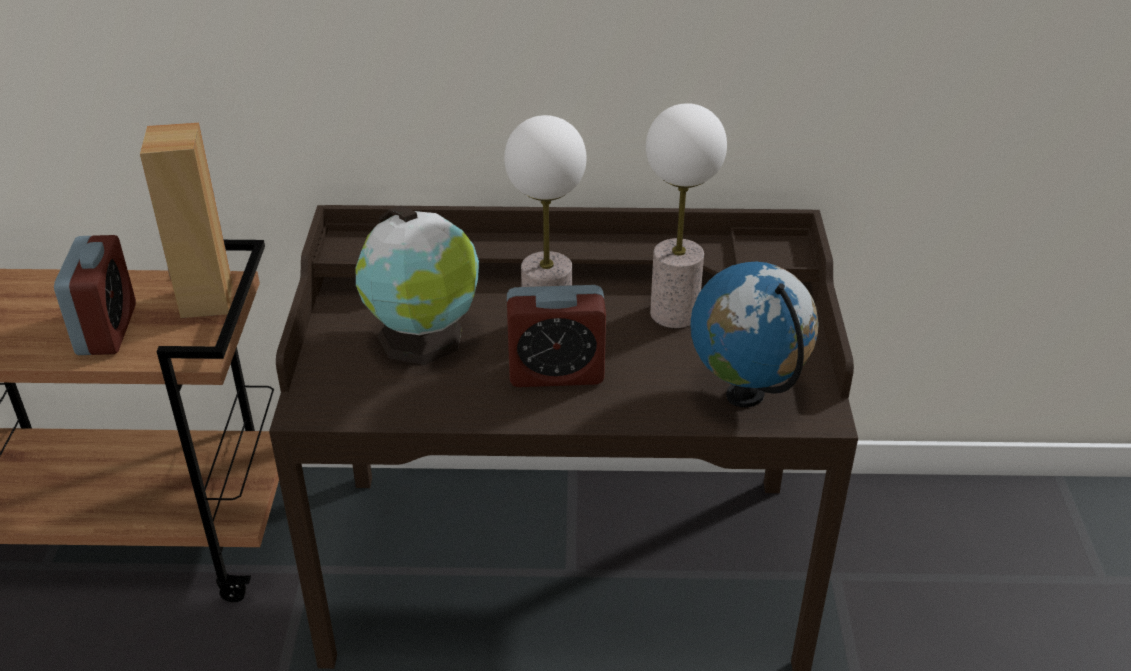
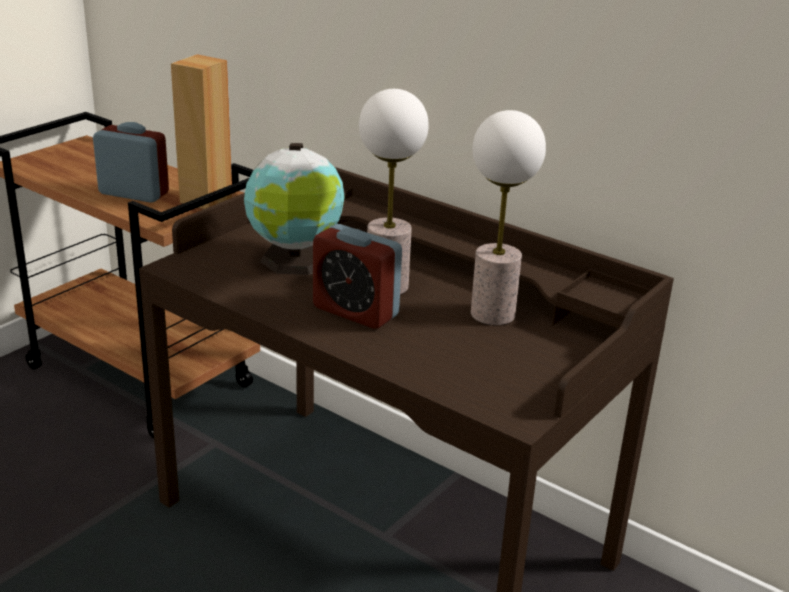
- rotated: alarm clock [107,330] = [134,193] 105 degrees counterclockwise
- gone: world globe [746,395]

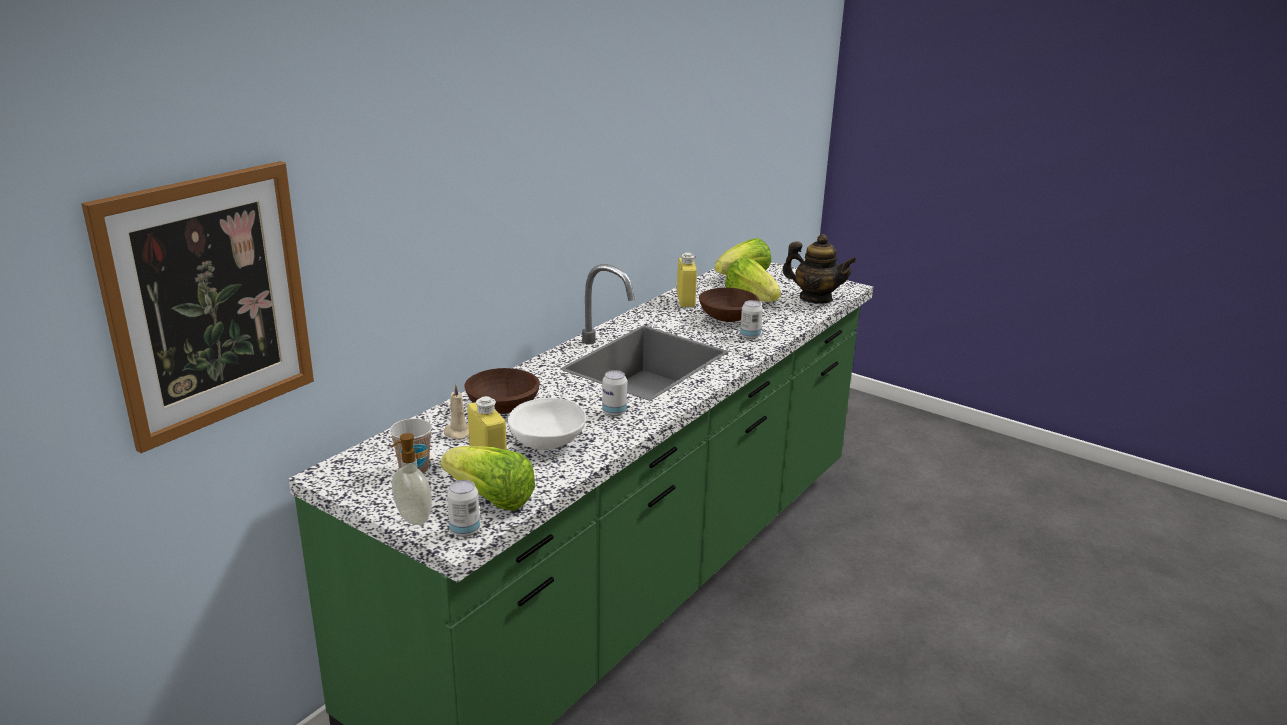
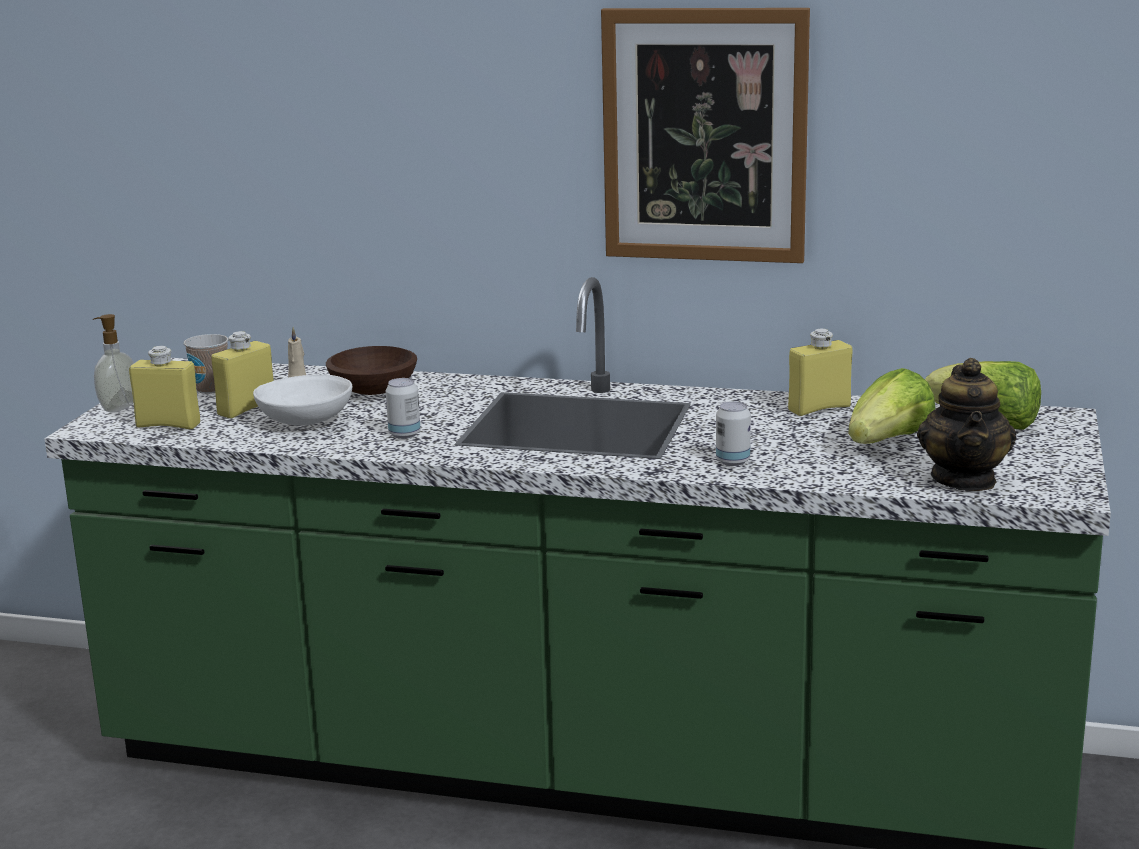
- shifted: wall picture [209,302] to [704,136]
- gone: deep dish/brown [727,318]
- swapped: head of lettuce [491,499] to drink bottle/yellow-coloured [168,425]
- gone: metal can [464,530]

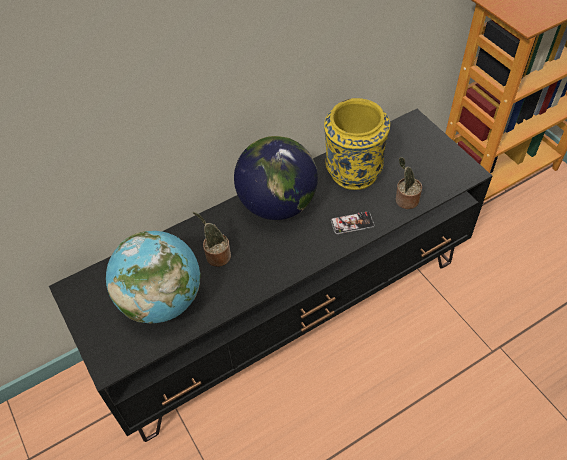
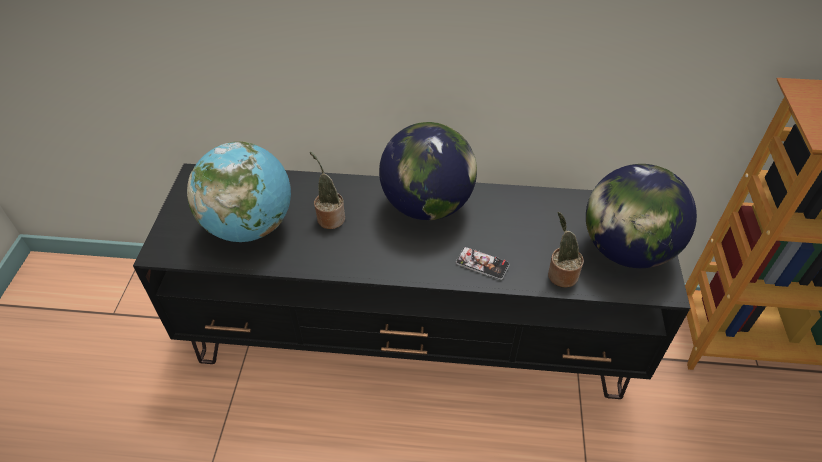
- gone: flower vase/yellow-coloured [352,172]
- new: world globe [626,250]

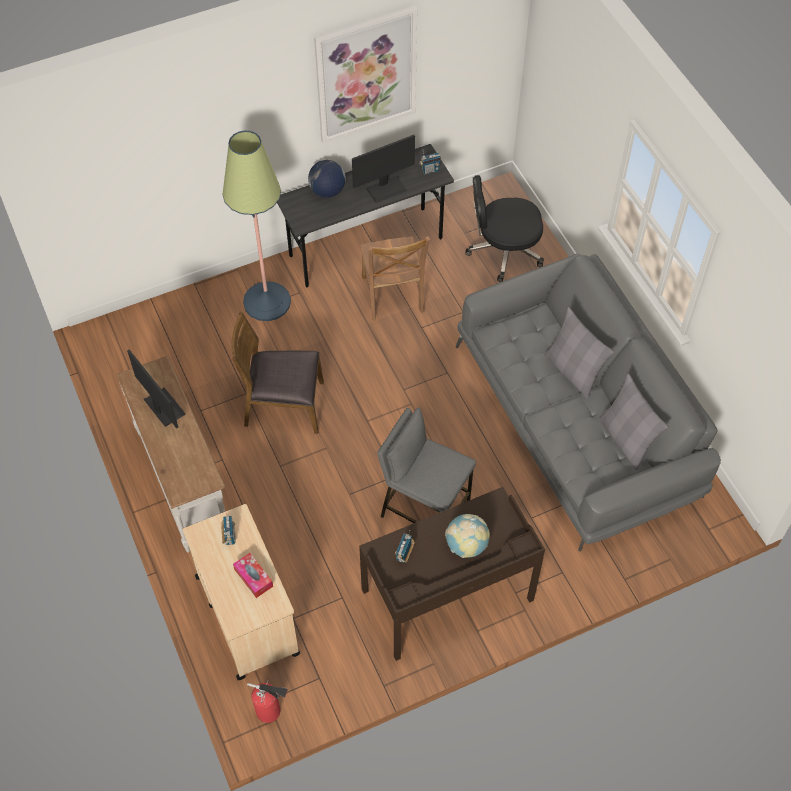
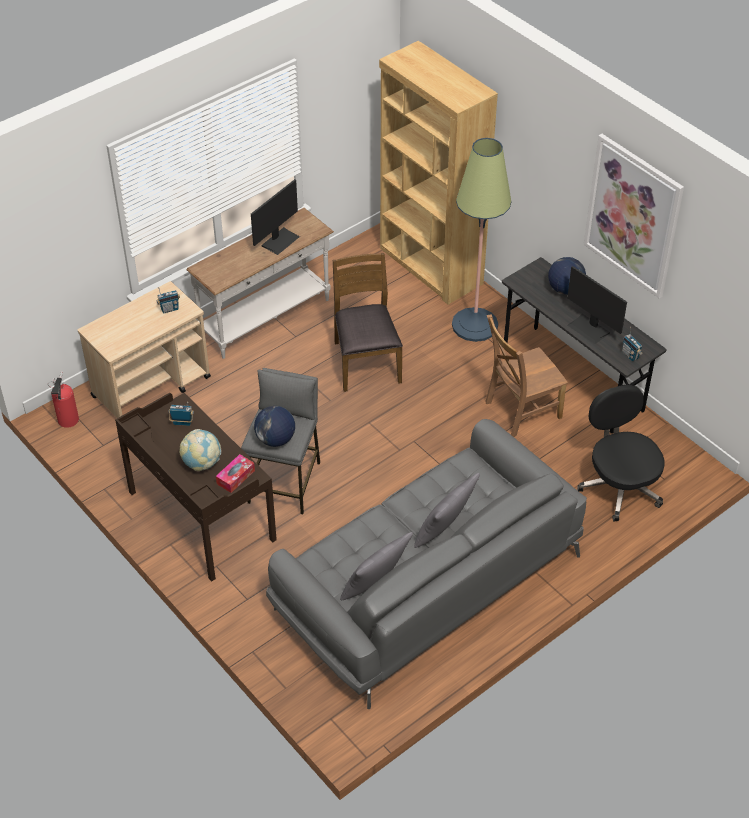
- shifted: tissue box [253,578] to [235,477]
- new: bookcase/brown [430,266]
- new: world globe [275,439]

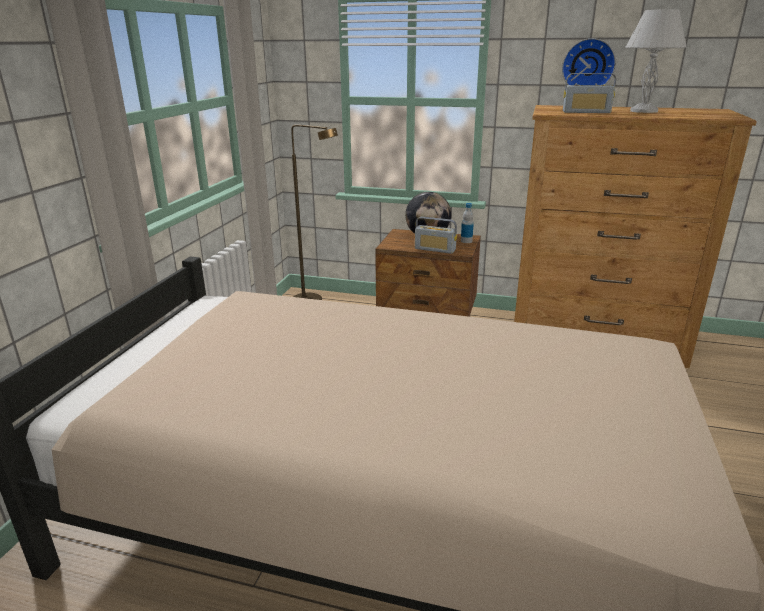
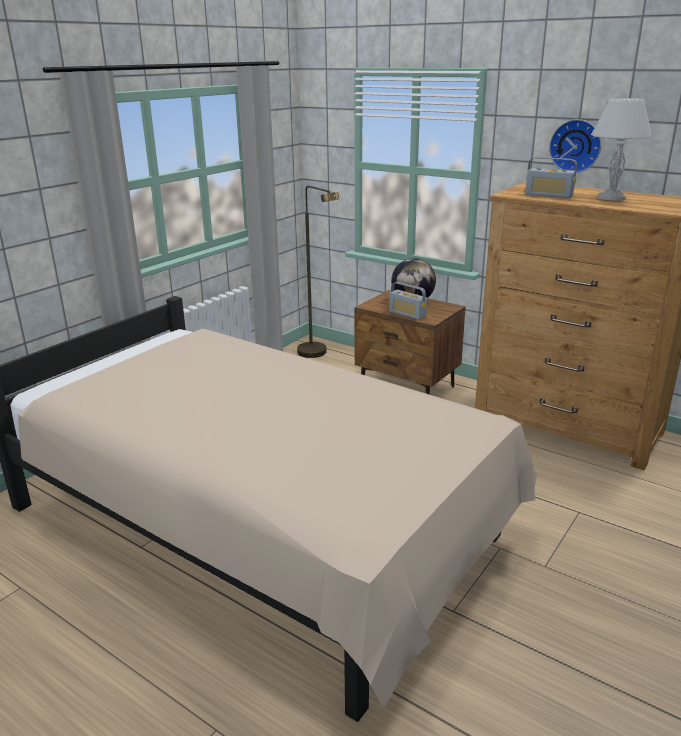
- gone: drink bottle [466,241]

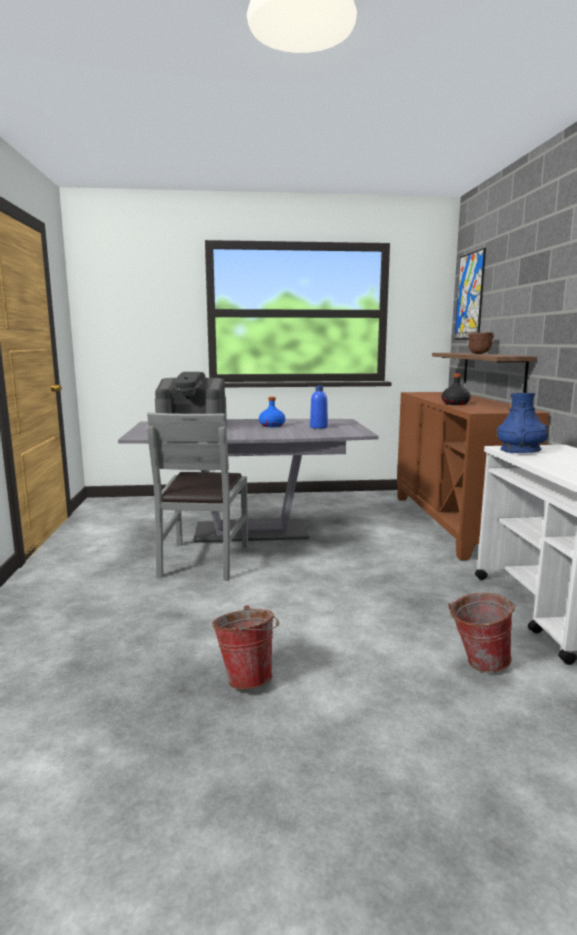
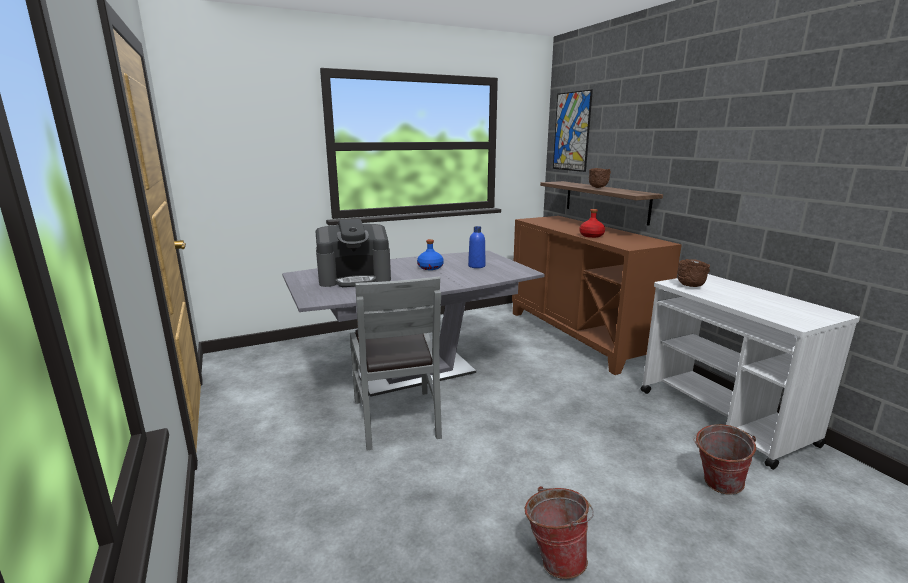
- repainted: drink bottle/black-coloured [455,404] to drink bottle/reddish [591,236]
- swapped: flower vase/blue-coloured [520,450] to deep dish/brown [689,286]

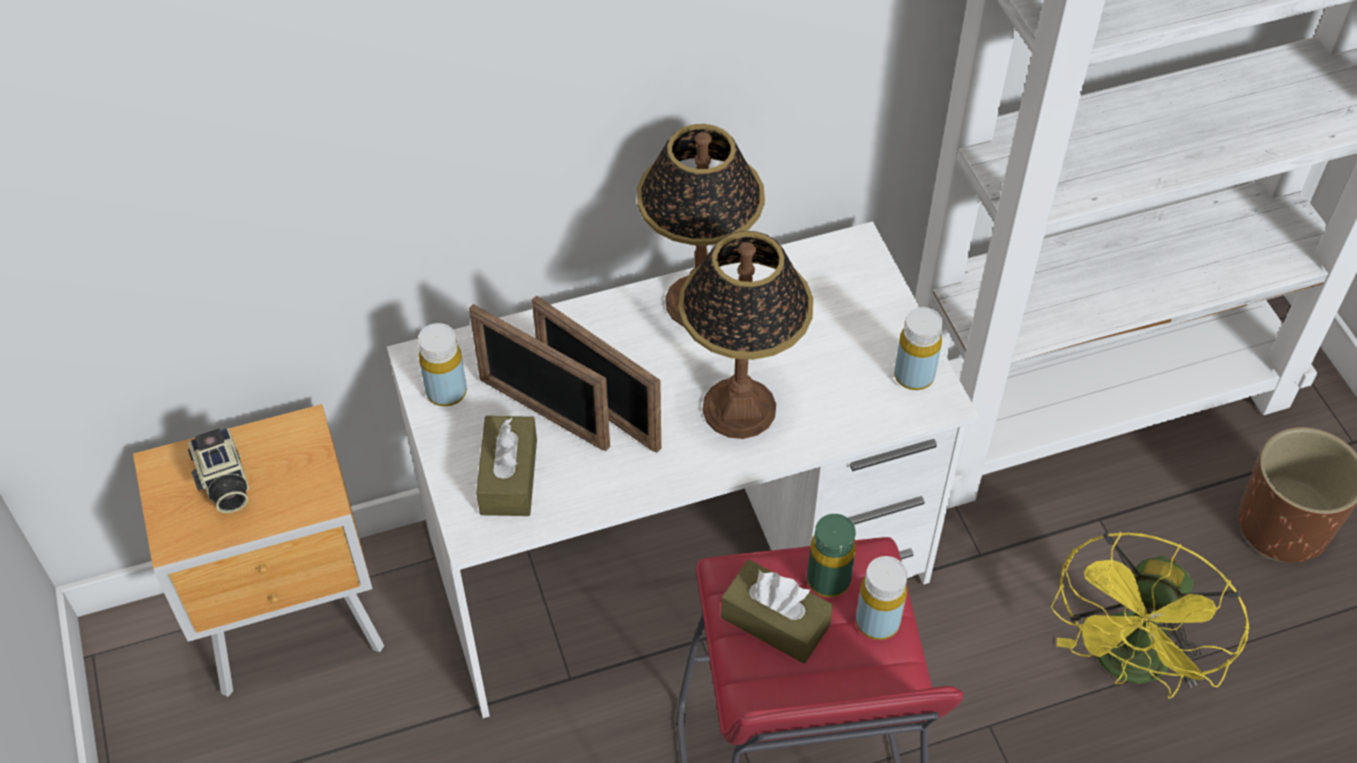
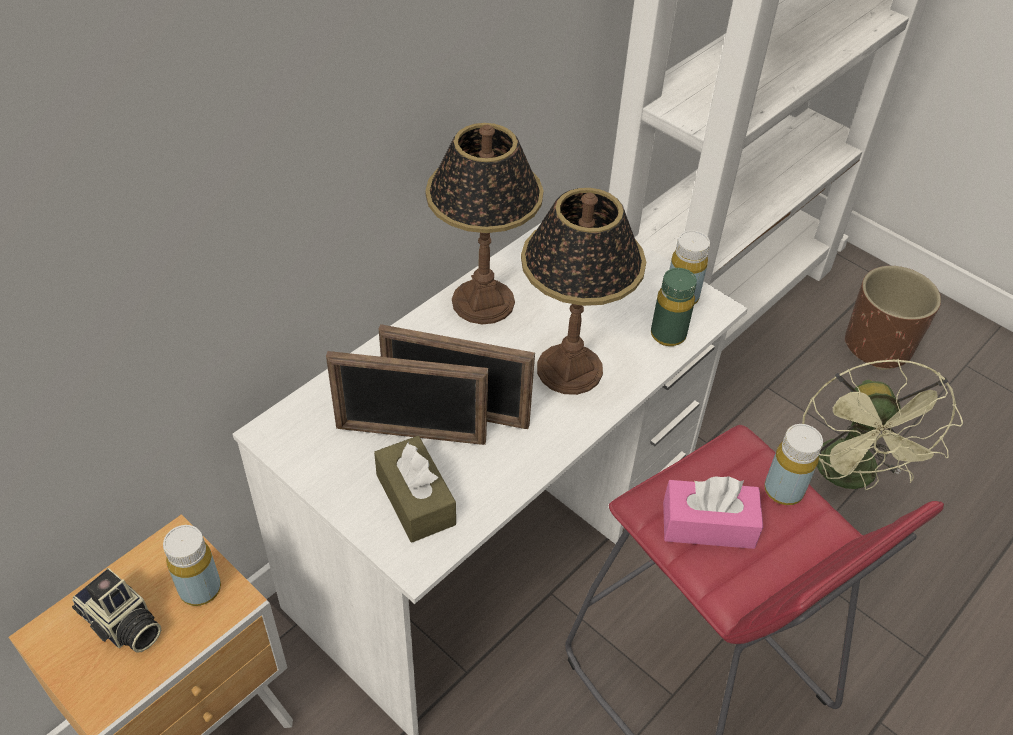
- shifted: drink bottle/yellow-coloured [446,392] to [200,589]
- shifted: drink bottle/green-coloured [828,580] to [668,335]
- repainted: electric fan/yellow-coloured [1129,666] to electric fan/green-coloured [851,477]
- repainted: tissue box/brown [775,621] to tissue box/pink-coloured [708,525]

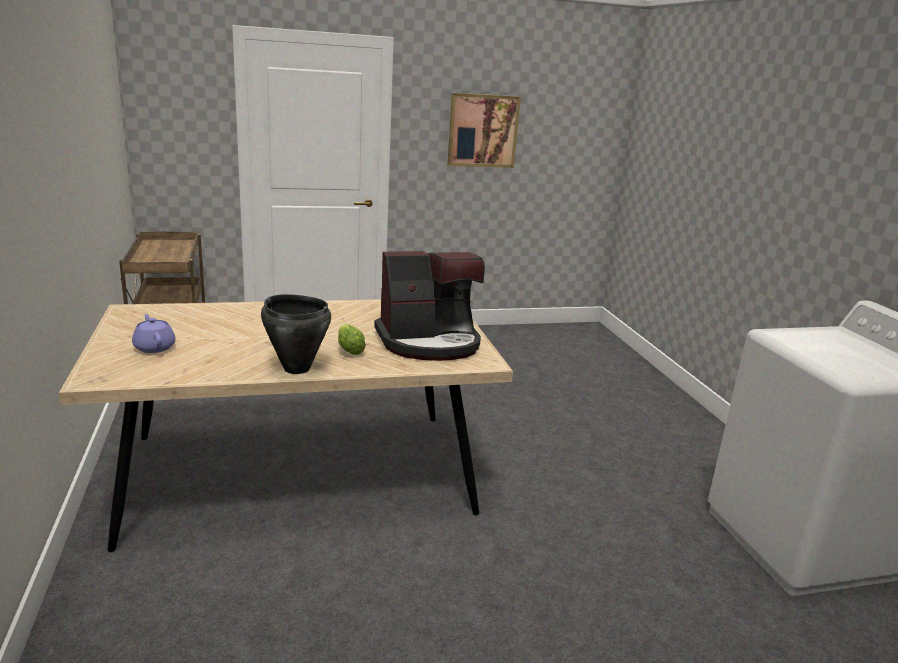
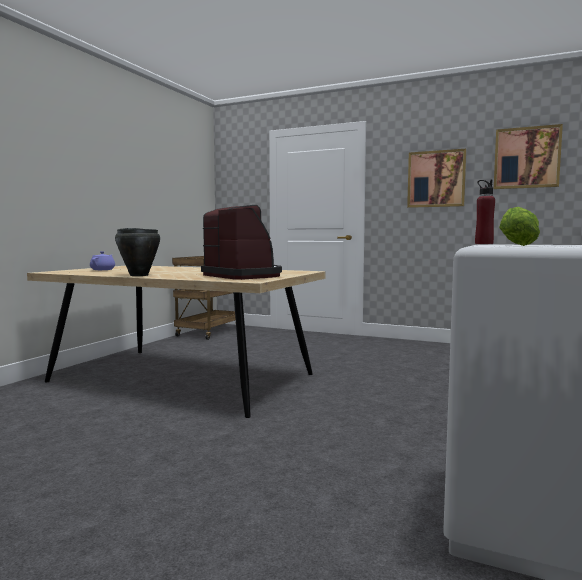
- rotated: coffee machine [429,342] = [243,276] 150 degrees counterclockwise
- shifted: head of lettuce [349,348] to [516,245]
- new: wall picture [526,158]
- new: drink bottle/reddish [483,244]

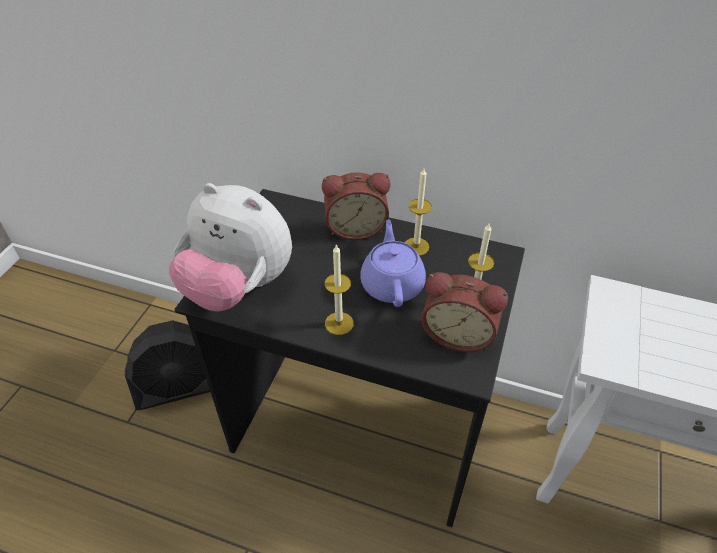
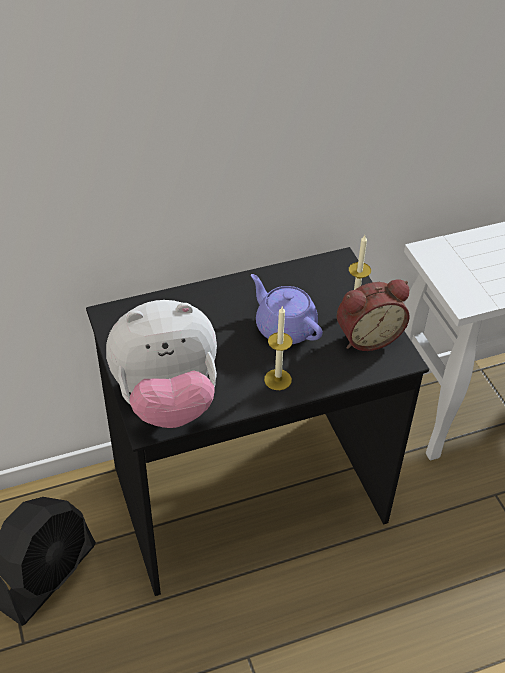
- gone: candle [416,246]
- gone: alarm clock [355,227]

